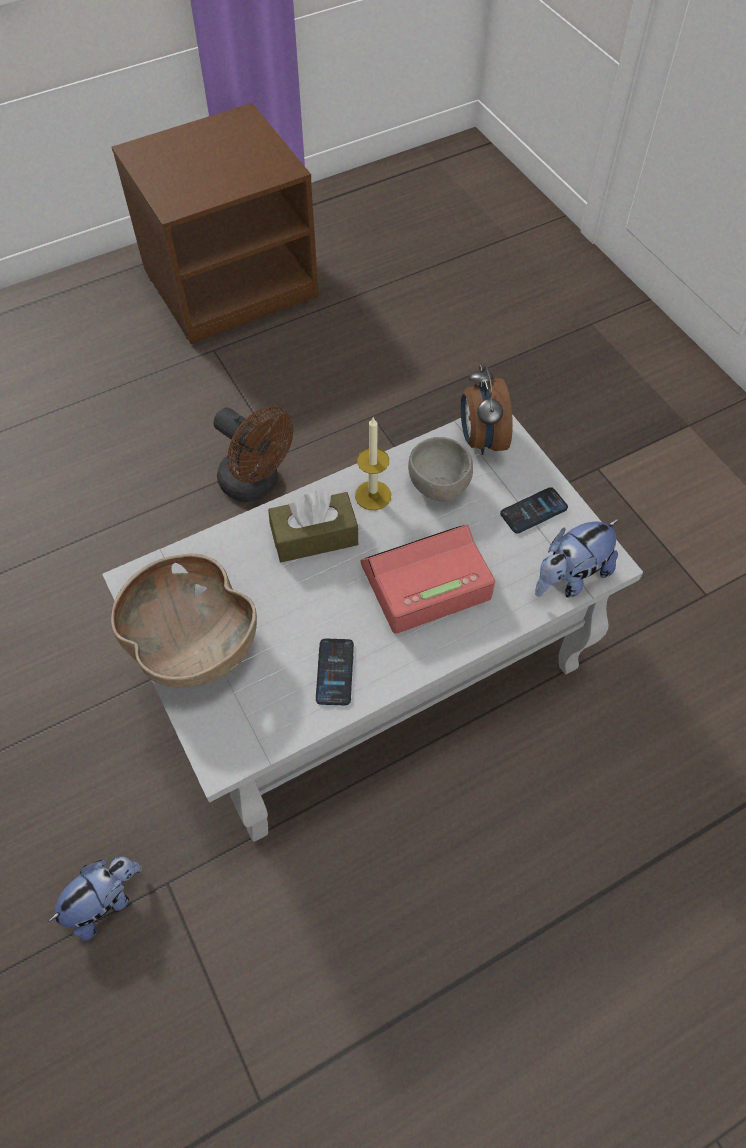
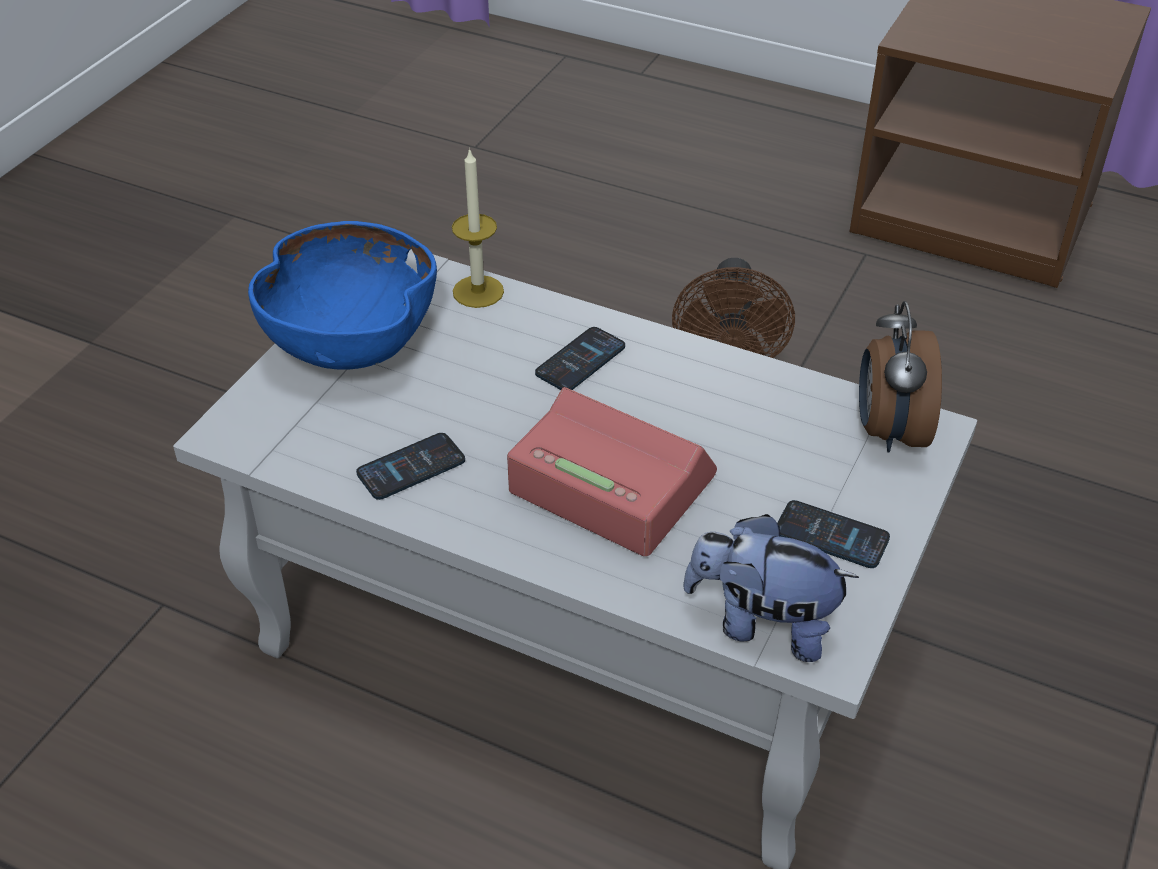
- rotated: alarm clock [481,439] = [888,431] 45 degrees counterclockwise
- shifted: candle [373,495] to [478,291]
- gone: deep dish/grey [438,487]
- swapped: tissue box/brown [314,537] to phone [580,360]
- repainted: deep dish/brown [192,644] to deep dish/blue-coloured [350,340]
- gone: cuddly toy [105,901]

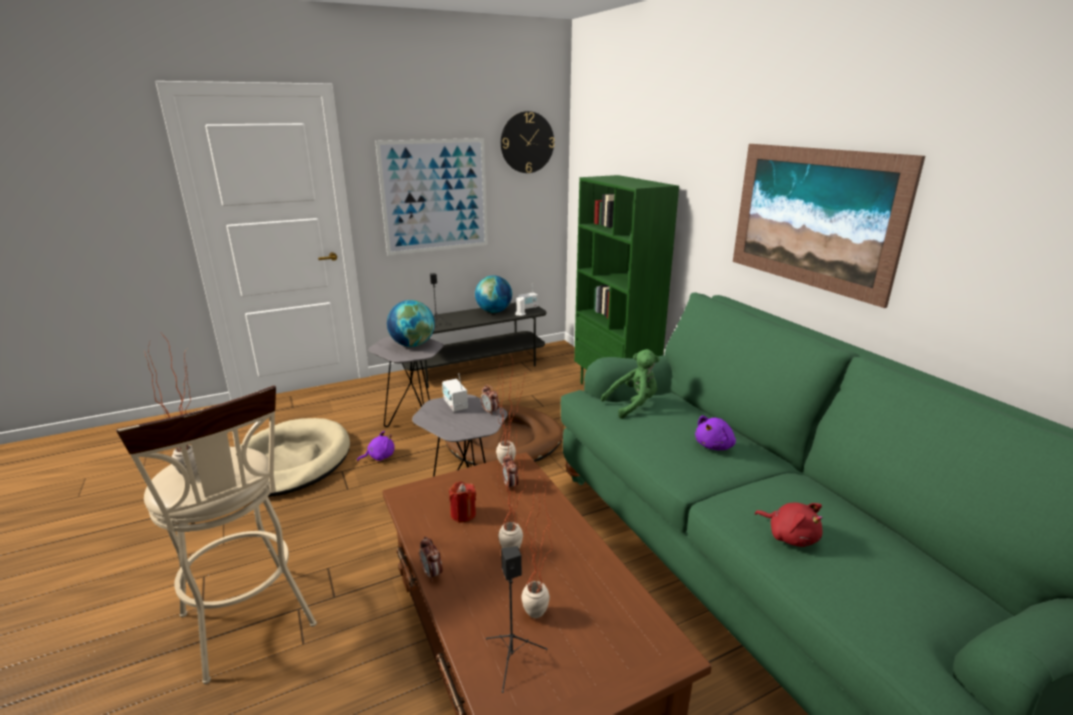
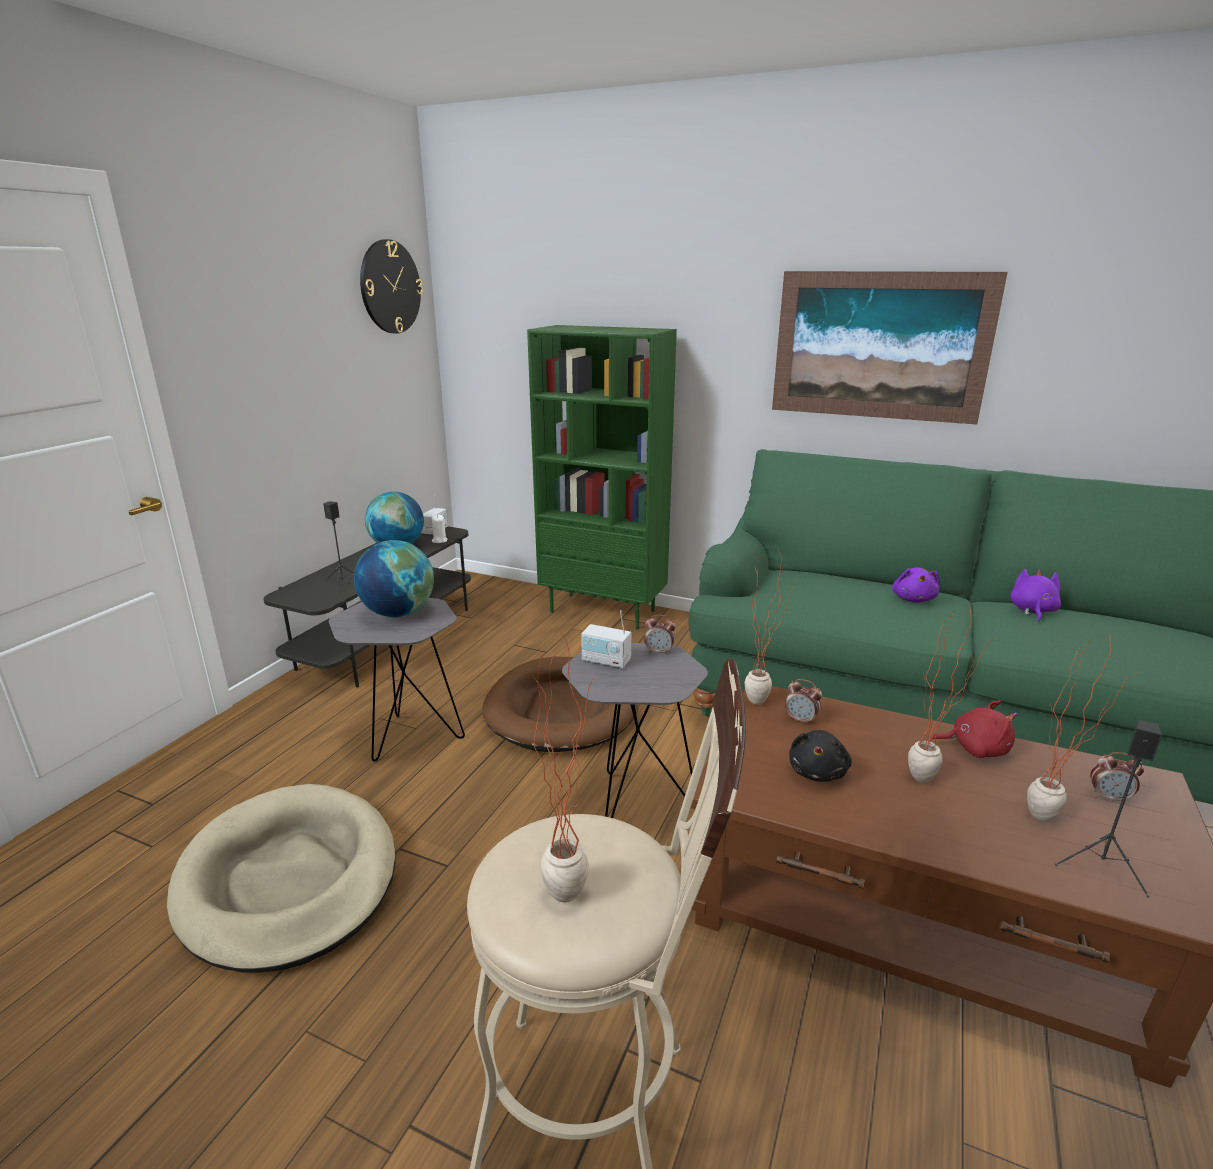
- gone: wall picture [435,196]
- gone: cuddly toy/green-coloured [633,405]
- shifted: cuddly toy/purple [379,457] to [1032,610]
- swapped: candle/reddish [463,514] to cuddly toy/black-coloured [818,771]
- shifted: cuddly toy/reddish [790,536] to [974,748]
- shifted: alarm clock [432,574] to [1109,798]

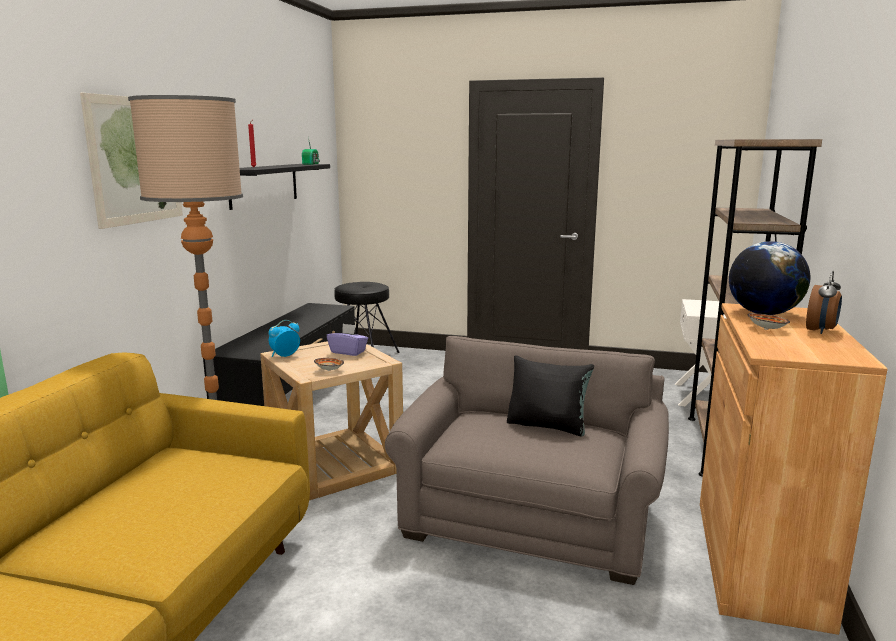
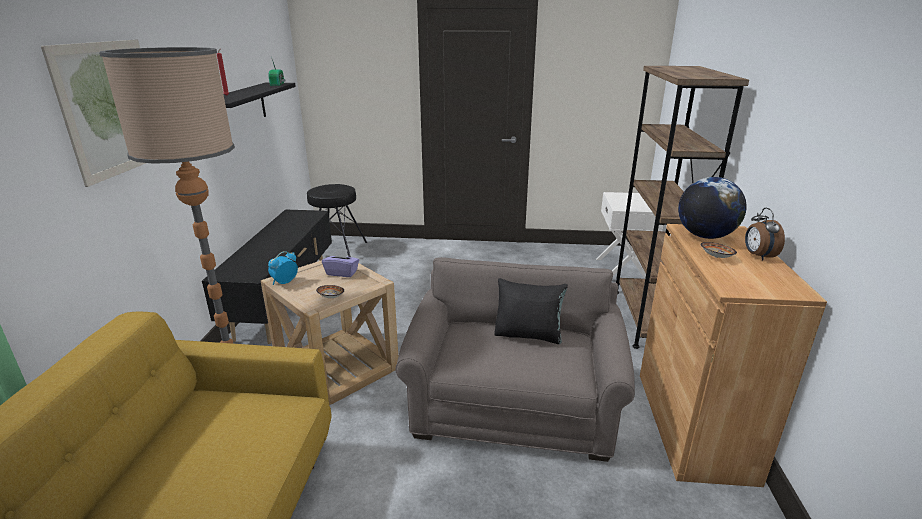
- rotated: alarm clock [821,331] = [757,256] 150 degrees clockwise

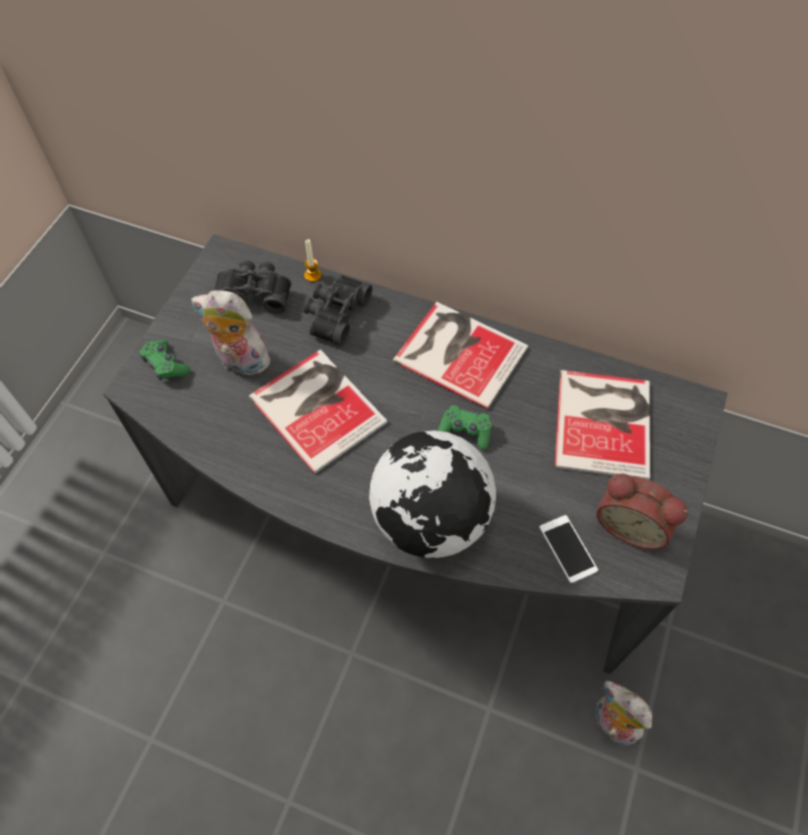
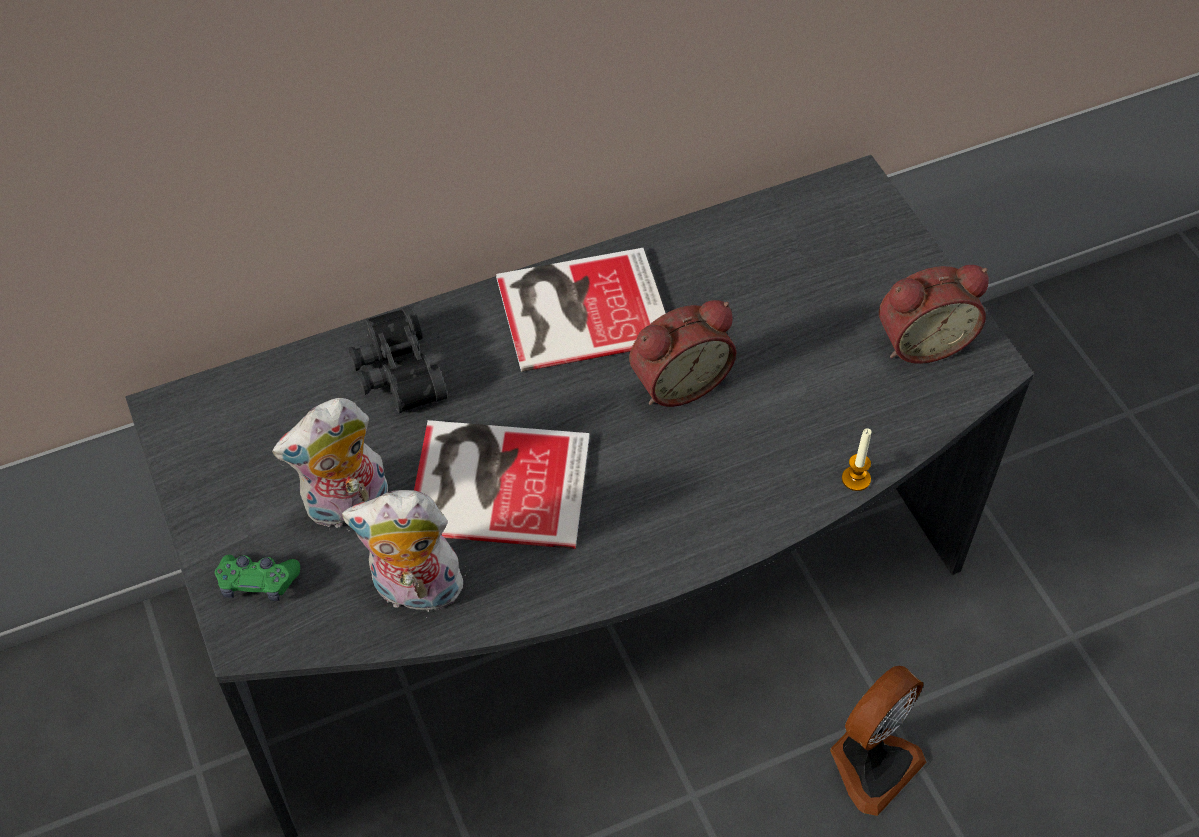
- shifted: candle [313,275] to [856,479]
- gone: binoculars/black-coloured [254,293]
- gone: book [605,421]
- swapped: game controller/green-coloured [465,431] to alarm clock [677,381]
- gone: world globe [431,520]
- gone: phone [568,548]
- shifted: cuddly toy [611,723] to [414,592]
- new: electric fan [871,763]

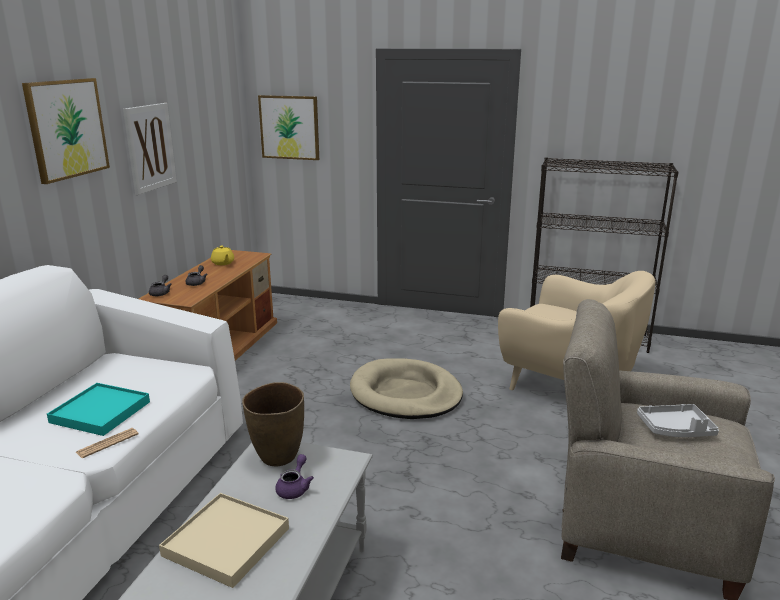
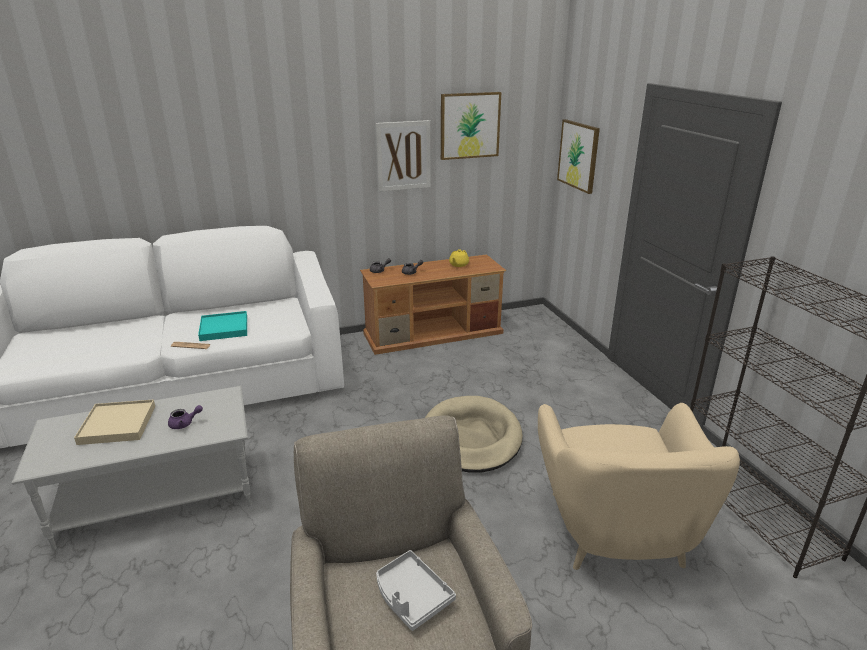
- shifted: wall picture [67,129] to [469,125]
- gone: flower vase/brown [278,457]

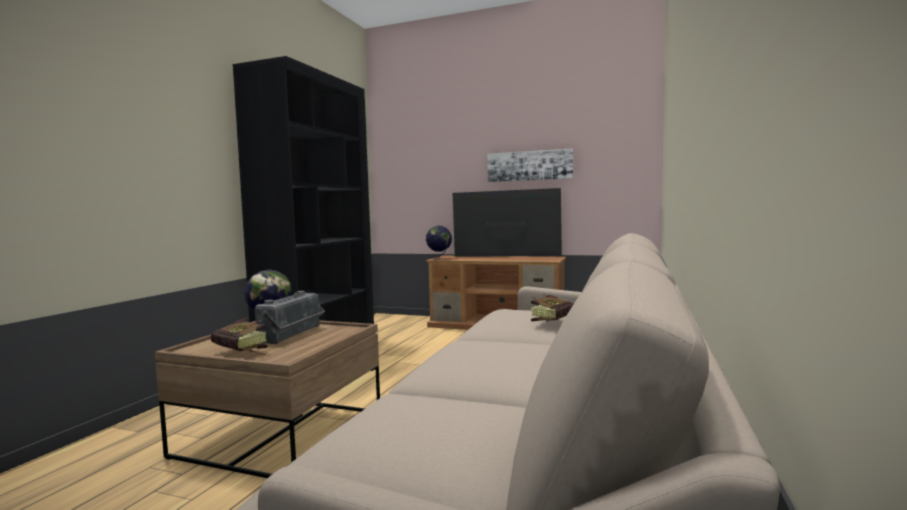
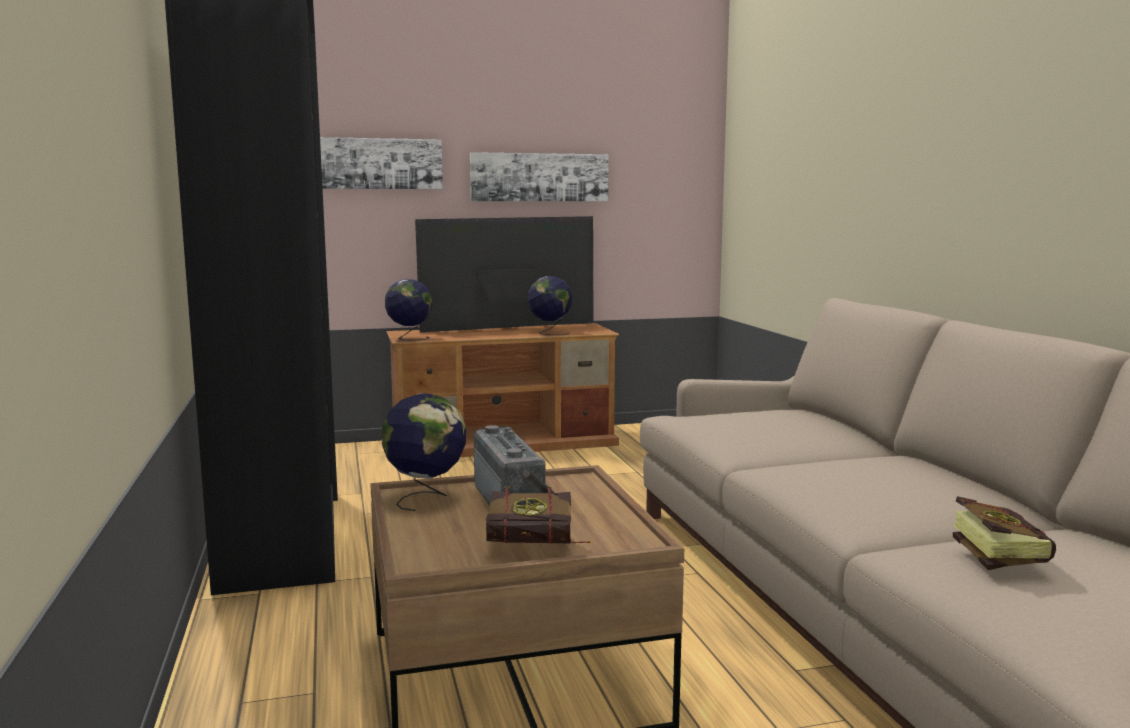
- shifted: book [554,322] to [993,557]
- new: wall picture [367,163]
- new: world globe [549,333]

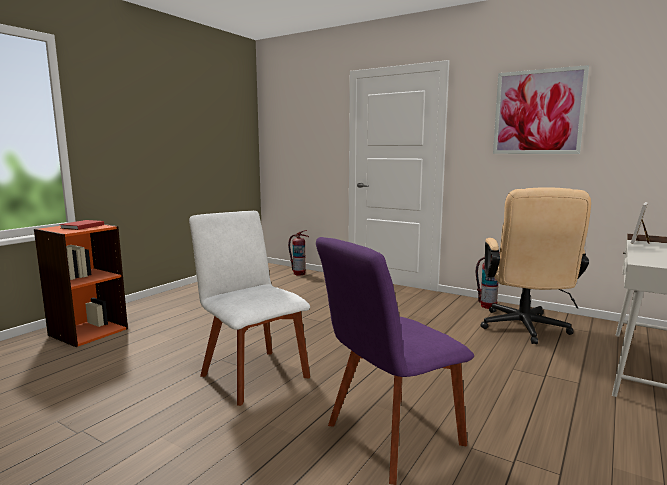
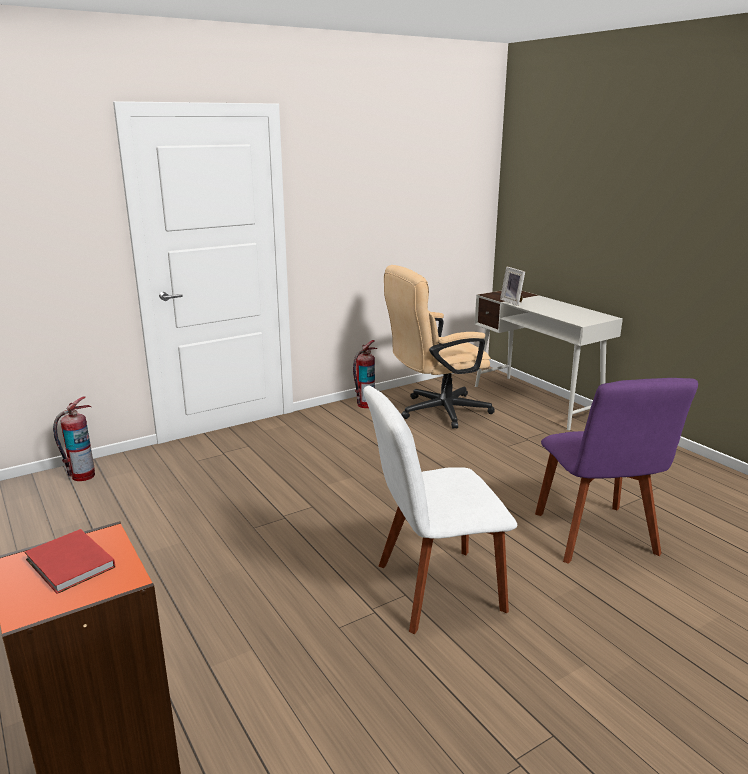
- gone: wall picture [538,112]
- rotated: office chair/sand-coloured [525,329] = [436,412] 120 degrees clockwise

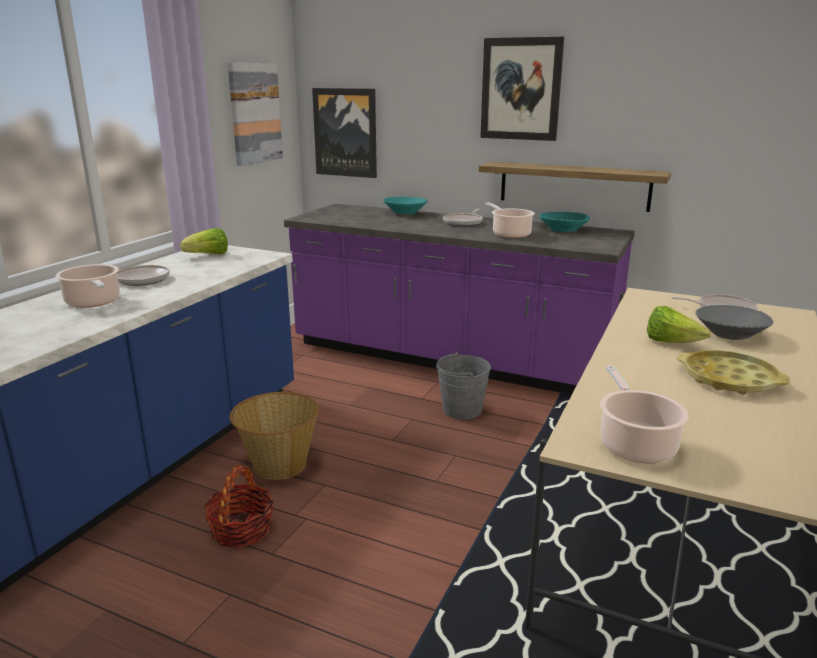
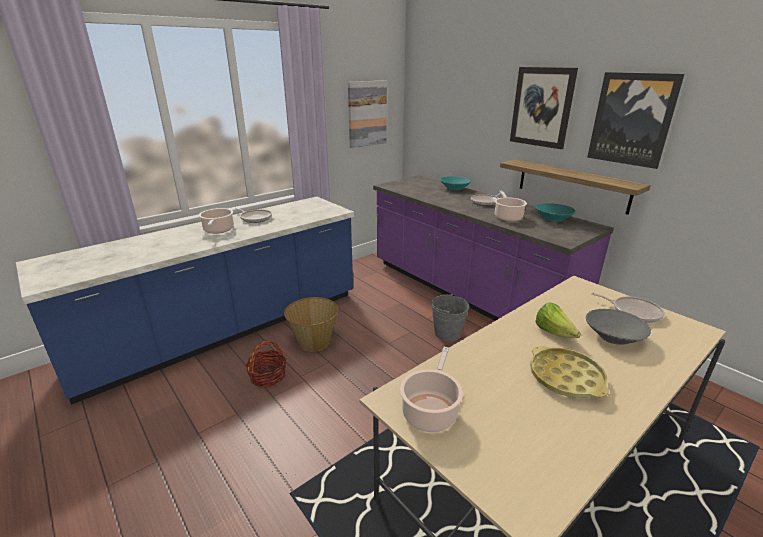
- shifted: wall picture [345,132] to [632,119]
- gone: head of lettuce [208,255]

